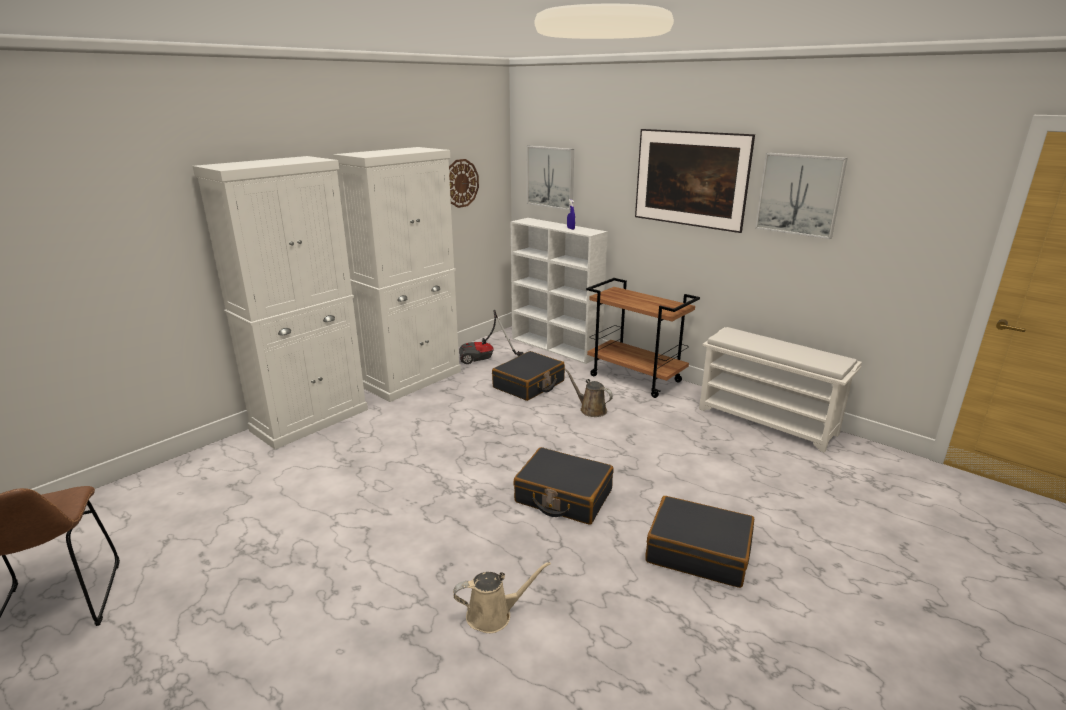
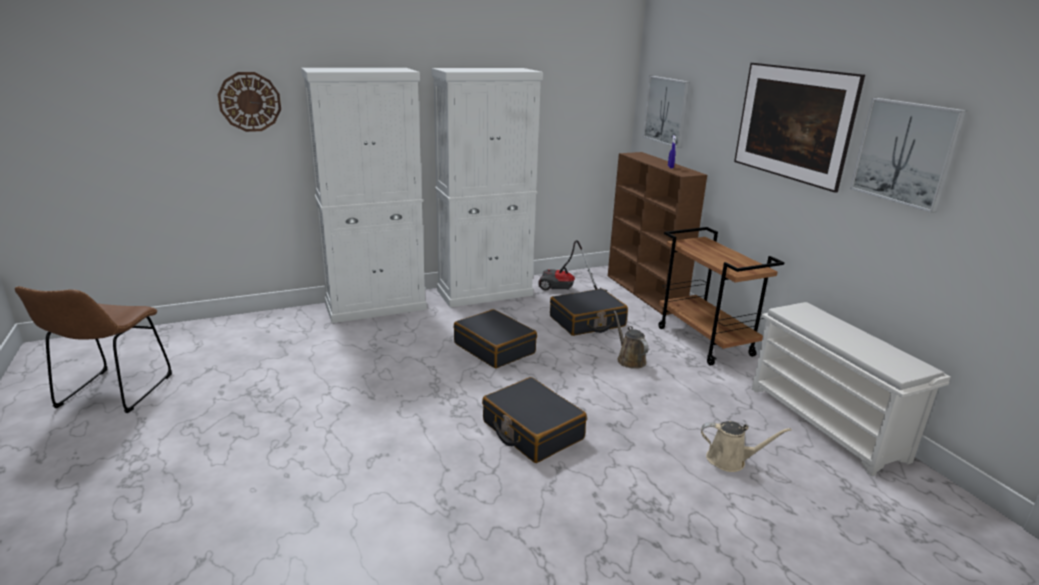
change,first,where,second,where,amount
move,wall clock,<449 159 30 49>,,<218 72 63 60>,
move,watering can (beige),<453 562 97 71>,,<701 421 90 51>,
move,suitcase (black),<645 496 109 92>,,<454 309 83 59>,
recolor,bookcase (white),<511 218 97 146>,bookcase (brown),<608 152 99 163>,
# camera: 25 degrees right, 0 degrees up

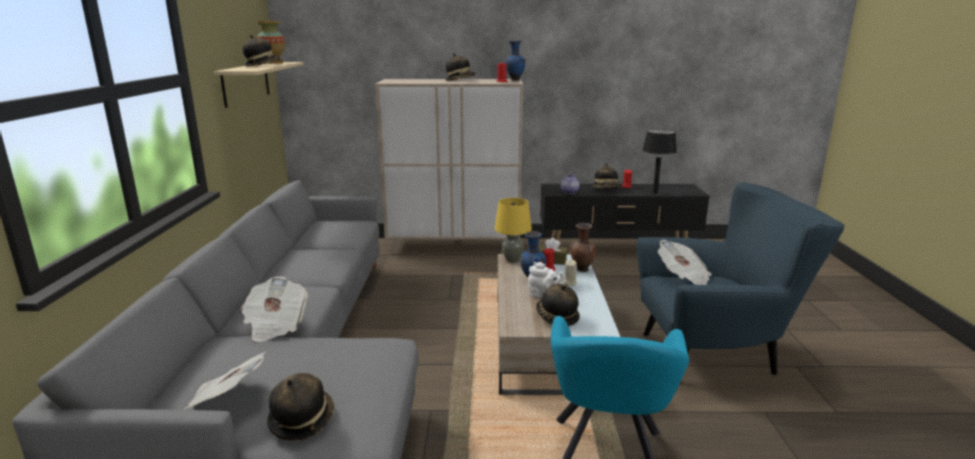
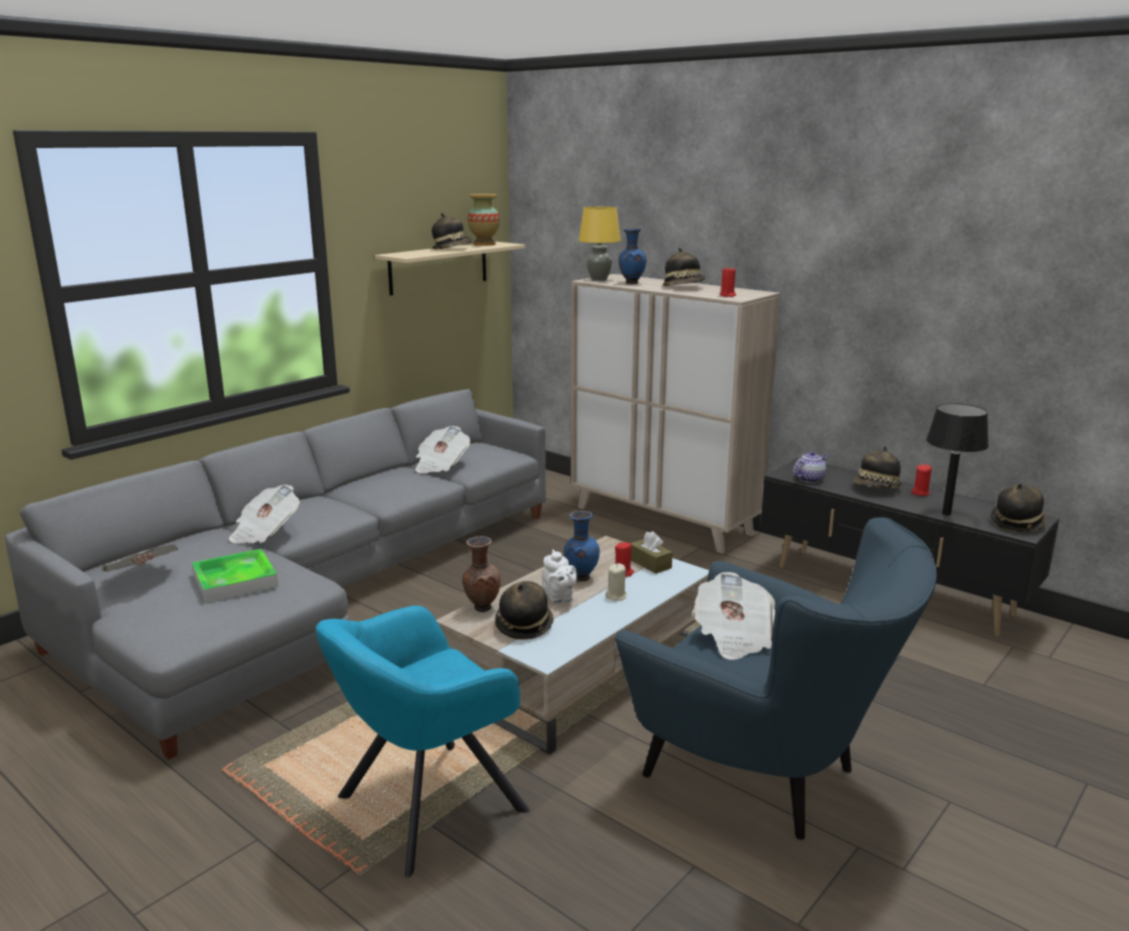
change,first,where,second,where,amount
insert,,,tray,<192 549 86 54>,
insert,,,newspaper,<415 426 55 47>,
move,hat,<267 373 67 68>,,<991 483 57 49>,
move,table lamp (yellow),<495 198 37 65>,,<579 207 42 74>,
move,vase (blue),<505 40 21 41>,,<618 228 28 56>,
move,vase (brown),<570 223 27 49>,,<462 536 39 76>,
# camera: 40 degrees right, 0 degrees up

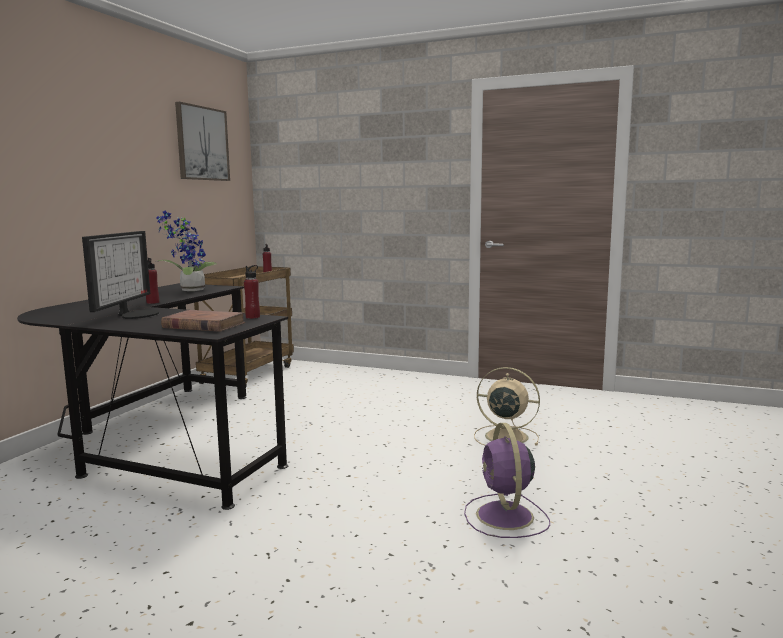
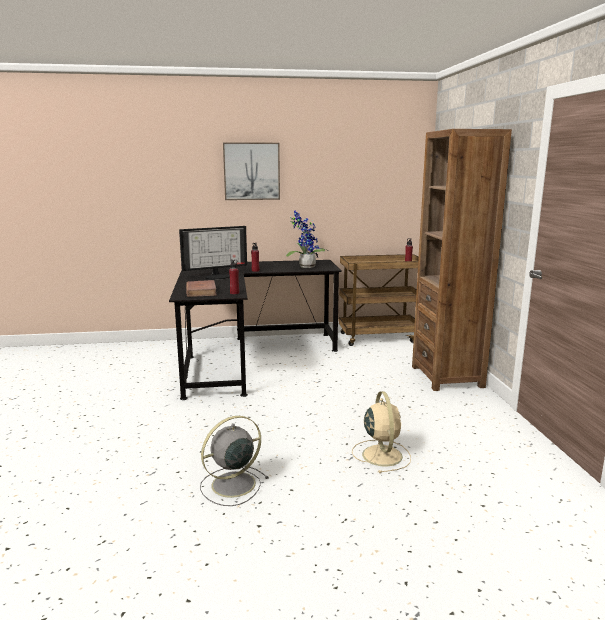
change,first,where,second,where,amount
insert,,,bookcase (brown),<412 129 100 262>,
move,picture,<175 102 55 79>,,<223 142 57 58>,
recolor,fan (purple),<464 423 86 115>,fan (grey),<200 416 69 90>,
# camera: 60 degrees right, 5 degrees up

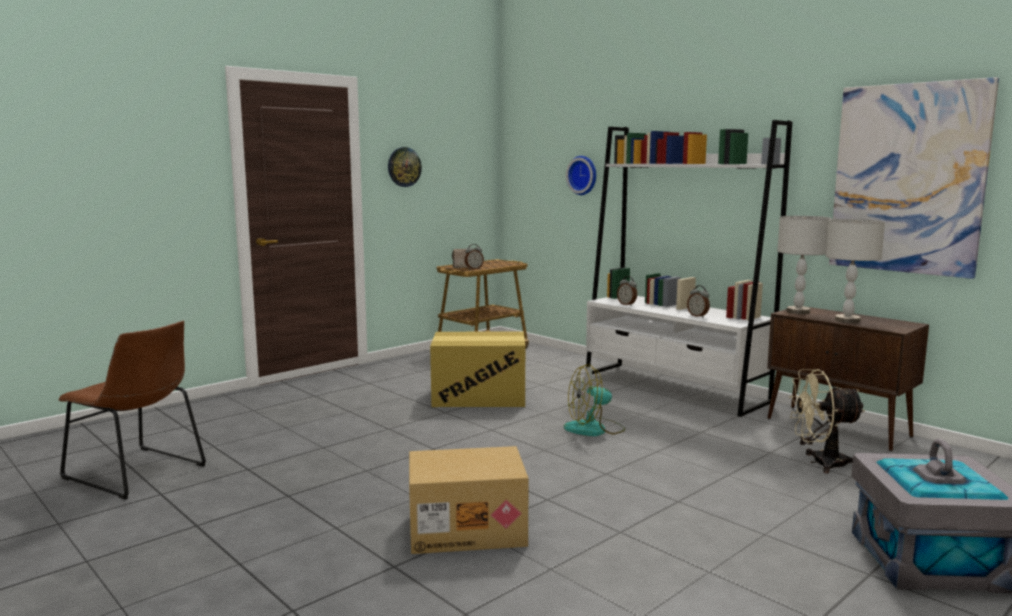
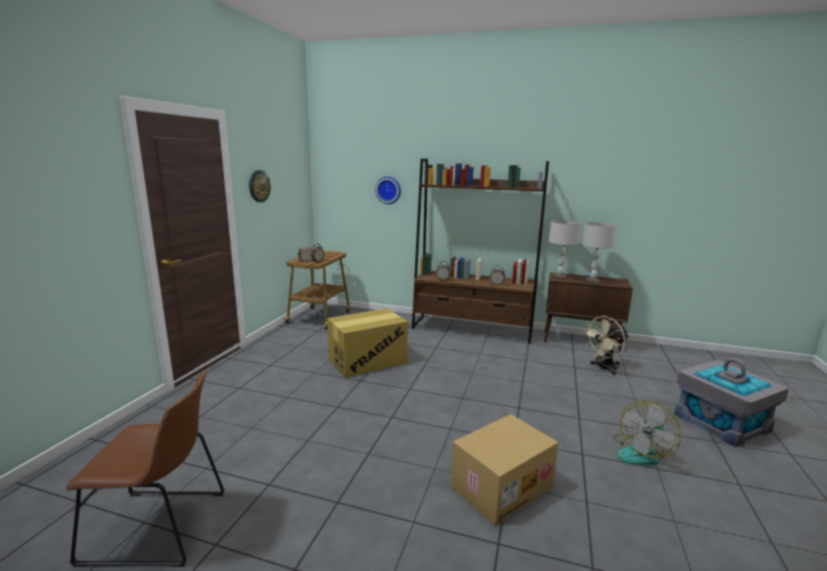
change,first,where,second,where,amount
delete,picture,<829 77 170 202>,,,
move,fan,<564 364 61 72>,,<613 400 68 66>,
recolor,bookcase (white),<586 120 206 297>,bookcase (brown),<412 159 137 185>,
# camera: 30 degrees left, 5 degrees up

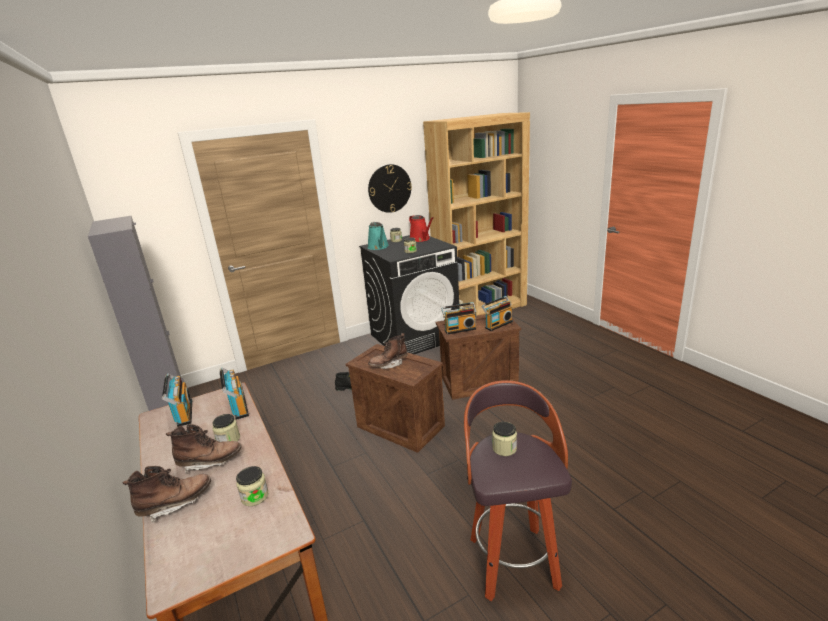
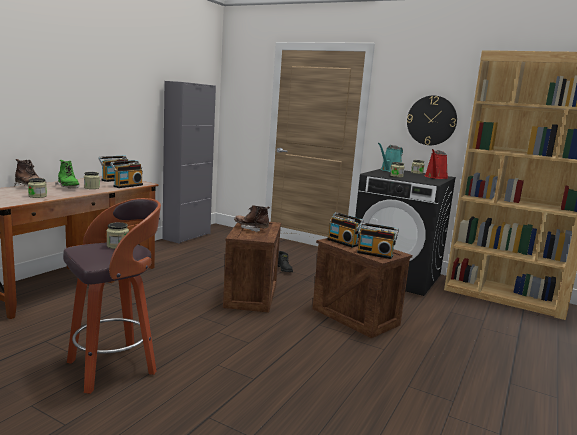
change,first,where,second,where,amount
recolor,boot (brown),<166 424 76 51>,boot (green),<55 160 24 28>,
# camera: 55 degrees right, 10 degrees down

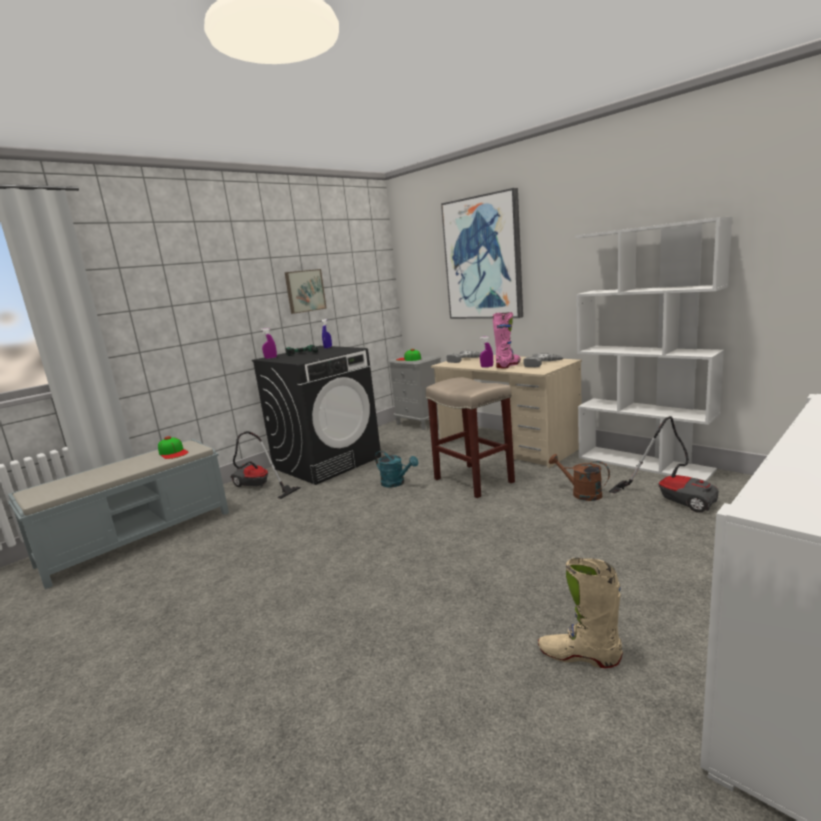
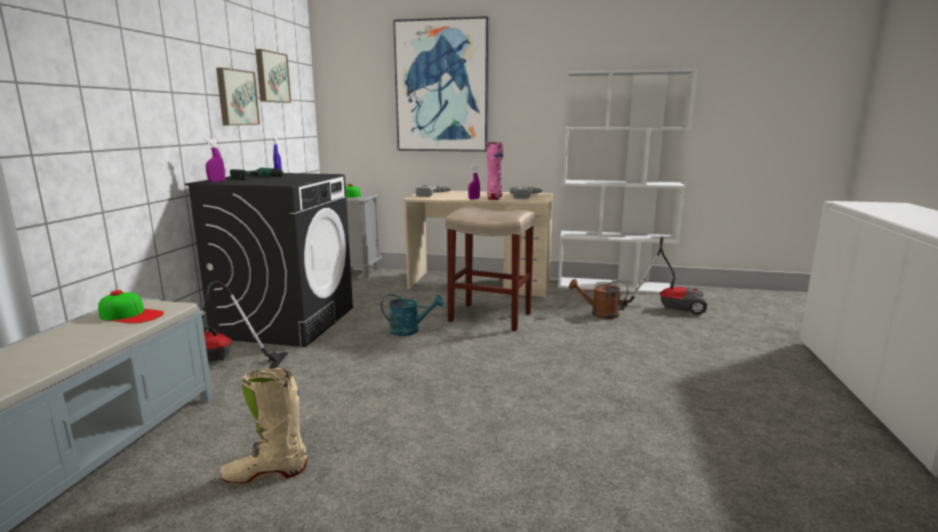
change,first,where,second,where,amount
insert,,,picture,<256 49 35 54>,
move,boot (beige),<538 558 85 110>,,<219 368 88 117>,
# camera: 35 degrees left, 0 degrees up

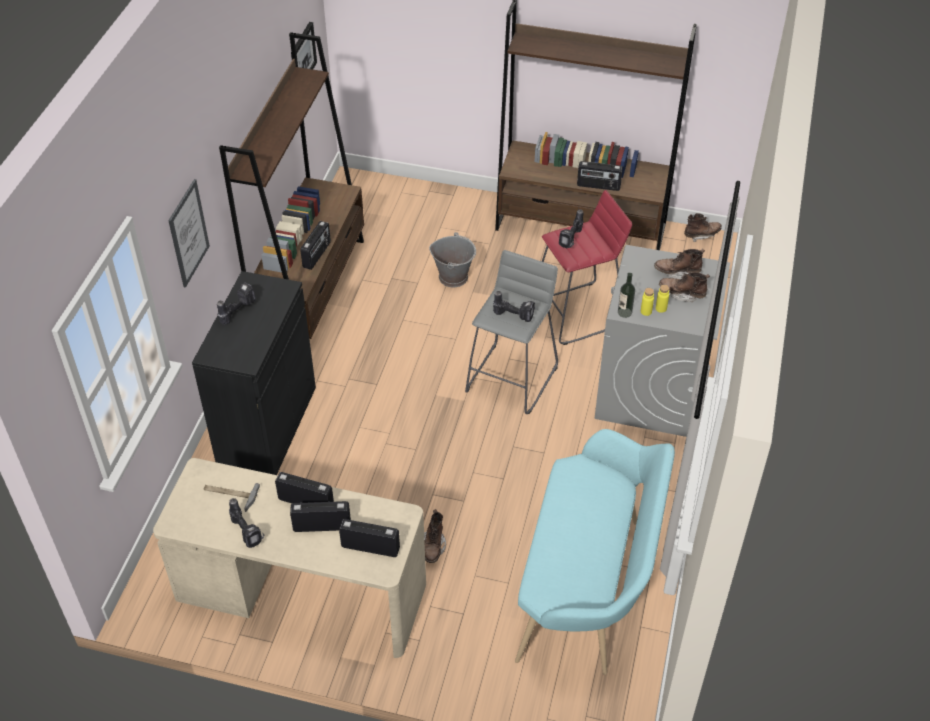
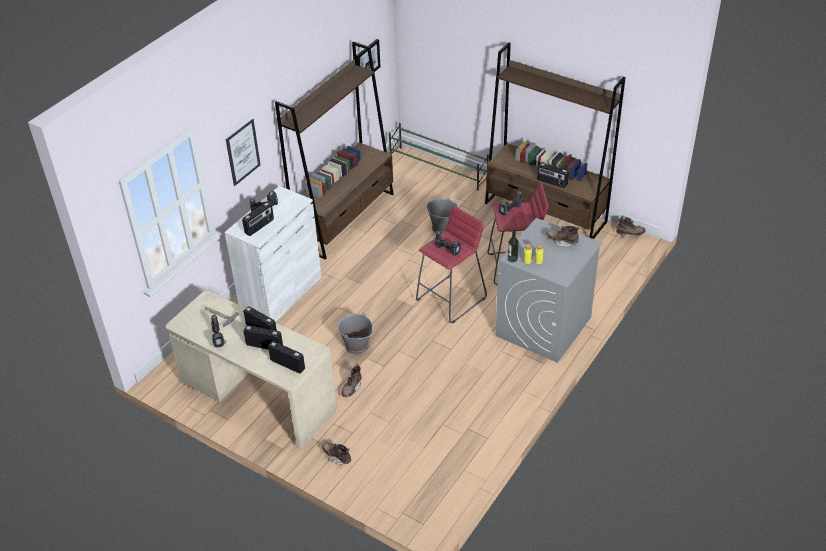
change,first,where,second,where,amount
delete,bench (turquoise),<515 429 160 246>,,,
insert,,,bucket (grey),<337 313 36 42>,
insert,,,shoe rack (green),<389 123 100 67>,
move,radio,<300 221 31 49>,,<242 202 32 34>,
move,boot (brown),<659 272 51 31>,,<322 443 29 22>,
recolor,cabinet (black),<192 271 124 204>,cabinet (white),<224 186 98 136>,
recolor,stool (grey),<465 250 93 164>,stool (red),<416 206 71 117>,
# camera: 20 degrees right, 5 degrees down

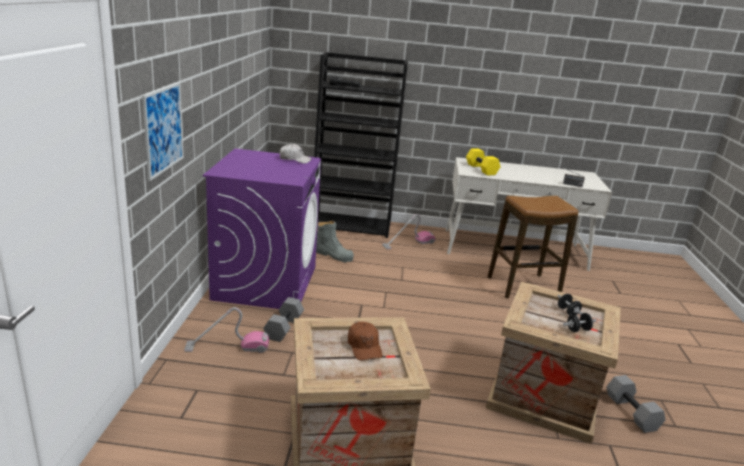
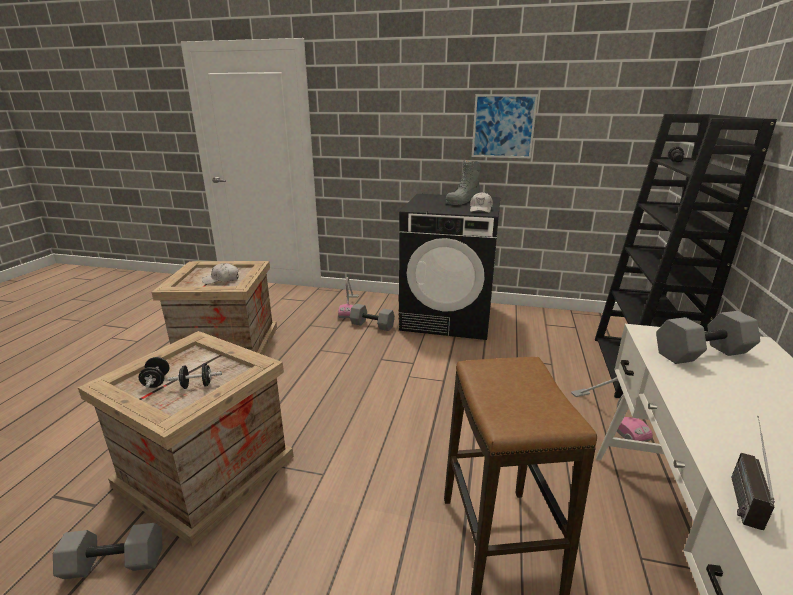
change,first,where,second,where,amount
move,picture,<142 82 42 99>,,<472 94 66 64>,
move,boot (grey),<316 220 38 42>,,<446 160 35 45>,
recolor,washing machine (purple),<203 148 118 161>,washing machine (black),<399 194 101 146>,
recolor,cap (brown),<348 322 35 38>,cap (white),<202 263 36 21>,
recolor,dumbbell (yellow),<466 148 35 27>,dumbbell (grey),<656 311 104 53>,
# camera: 100 degrees right, 0 degrees up

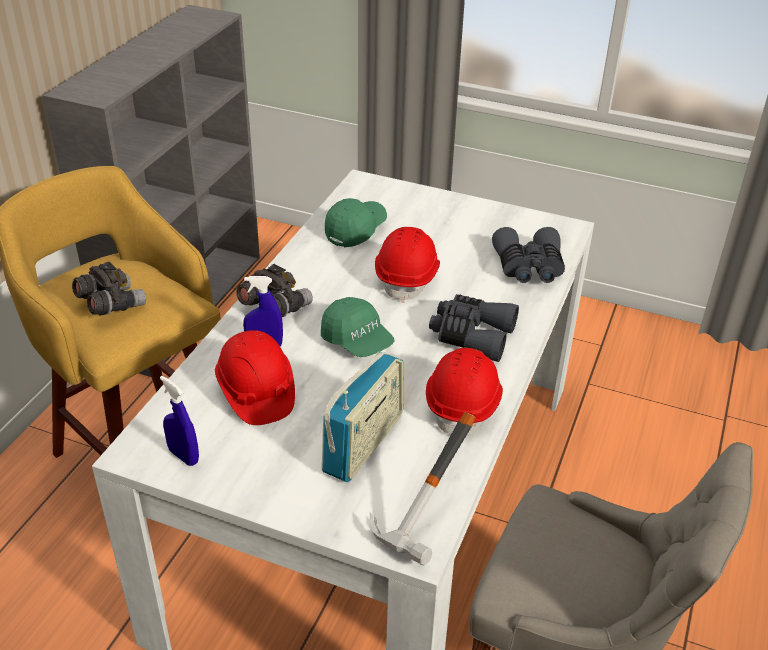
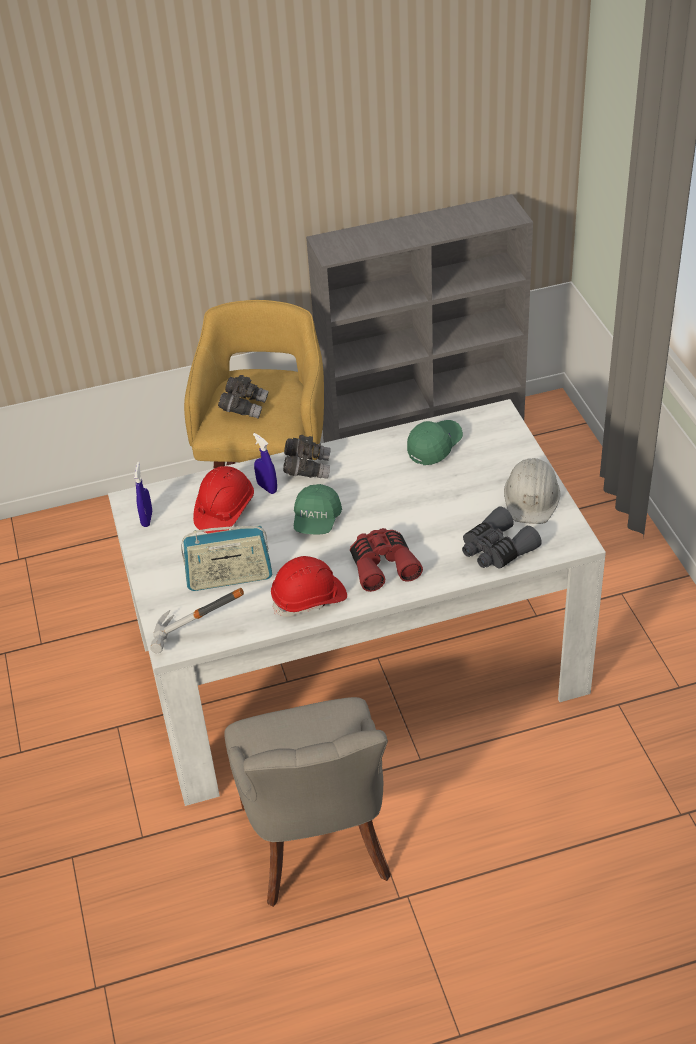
change,first,where,second,where,amount
delete,hard hat (red),<375 227 65 76>,,,
insert,,,hard hat (white),<504 458 56 66>,
recolor,binoculars (grey),<429 294 90 68>,binoculars (red),<350 528 73 64>,
rotate,cap (green),<325 198 62 49>,,<407 420 56 45>,45 degrees counterclockwise
# camera: 55 degrees right, 5 degrees up

